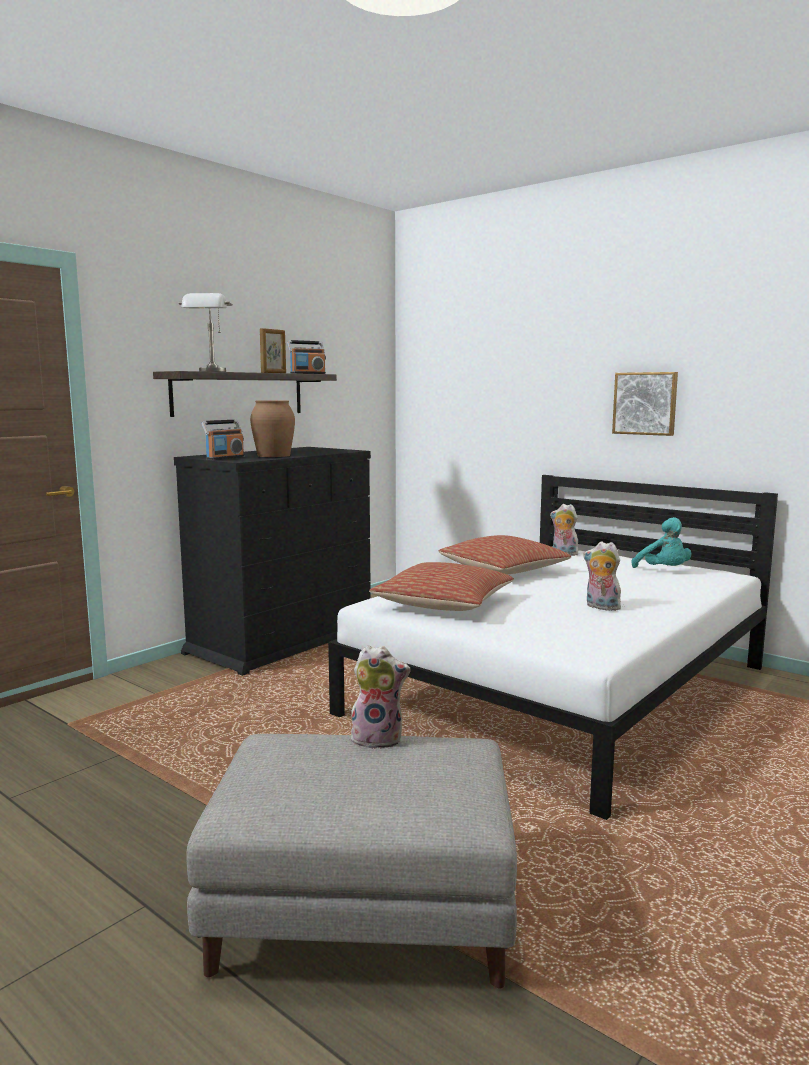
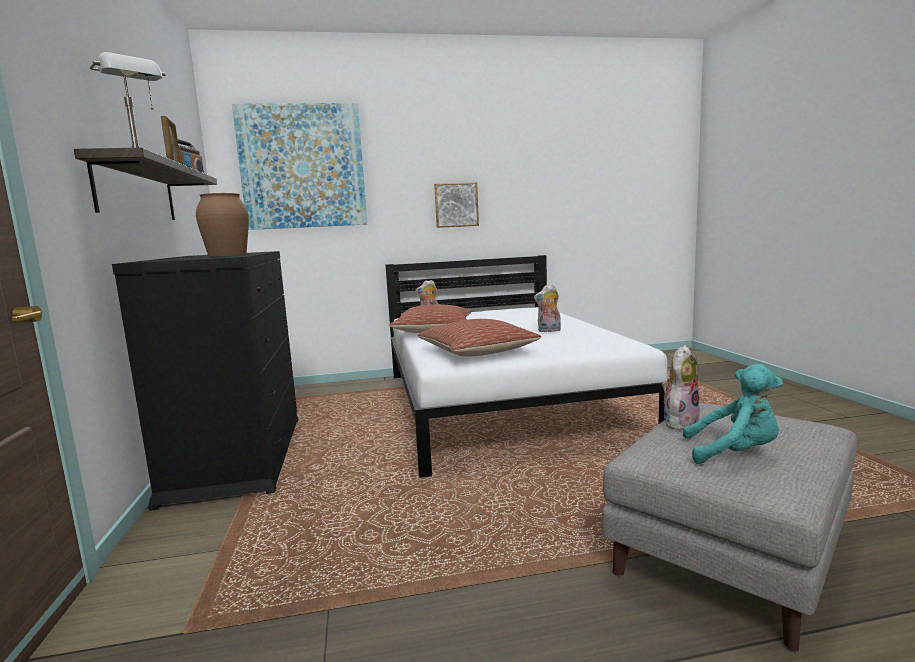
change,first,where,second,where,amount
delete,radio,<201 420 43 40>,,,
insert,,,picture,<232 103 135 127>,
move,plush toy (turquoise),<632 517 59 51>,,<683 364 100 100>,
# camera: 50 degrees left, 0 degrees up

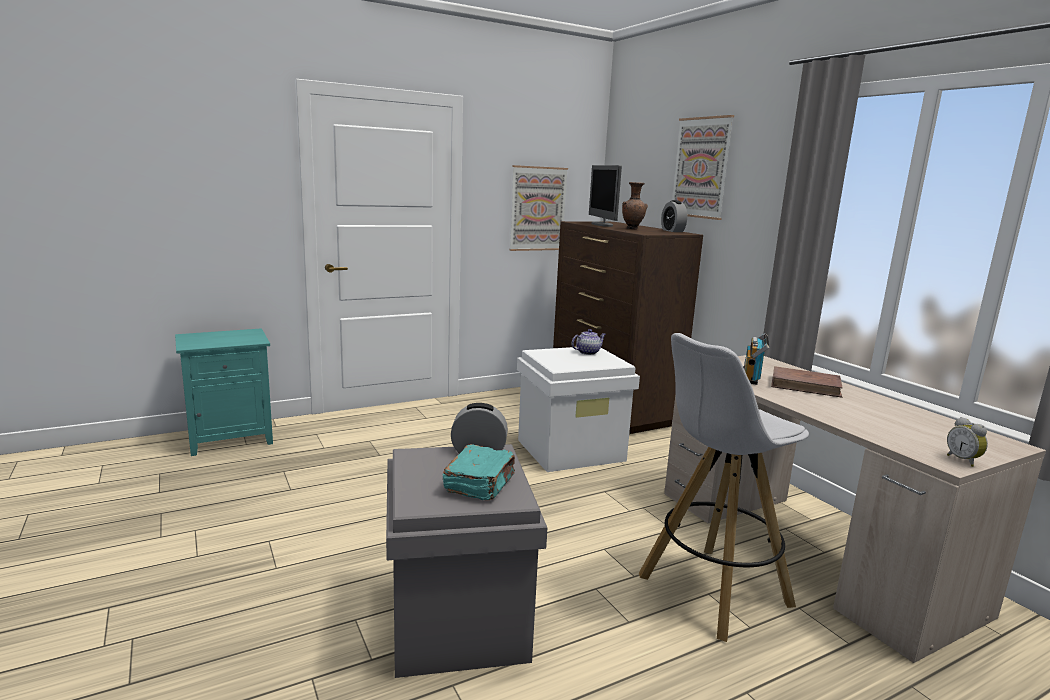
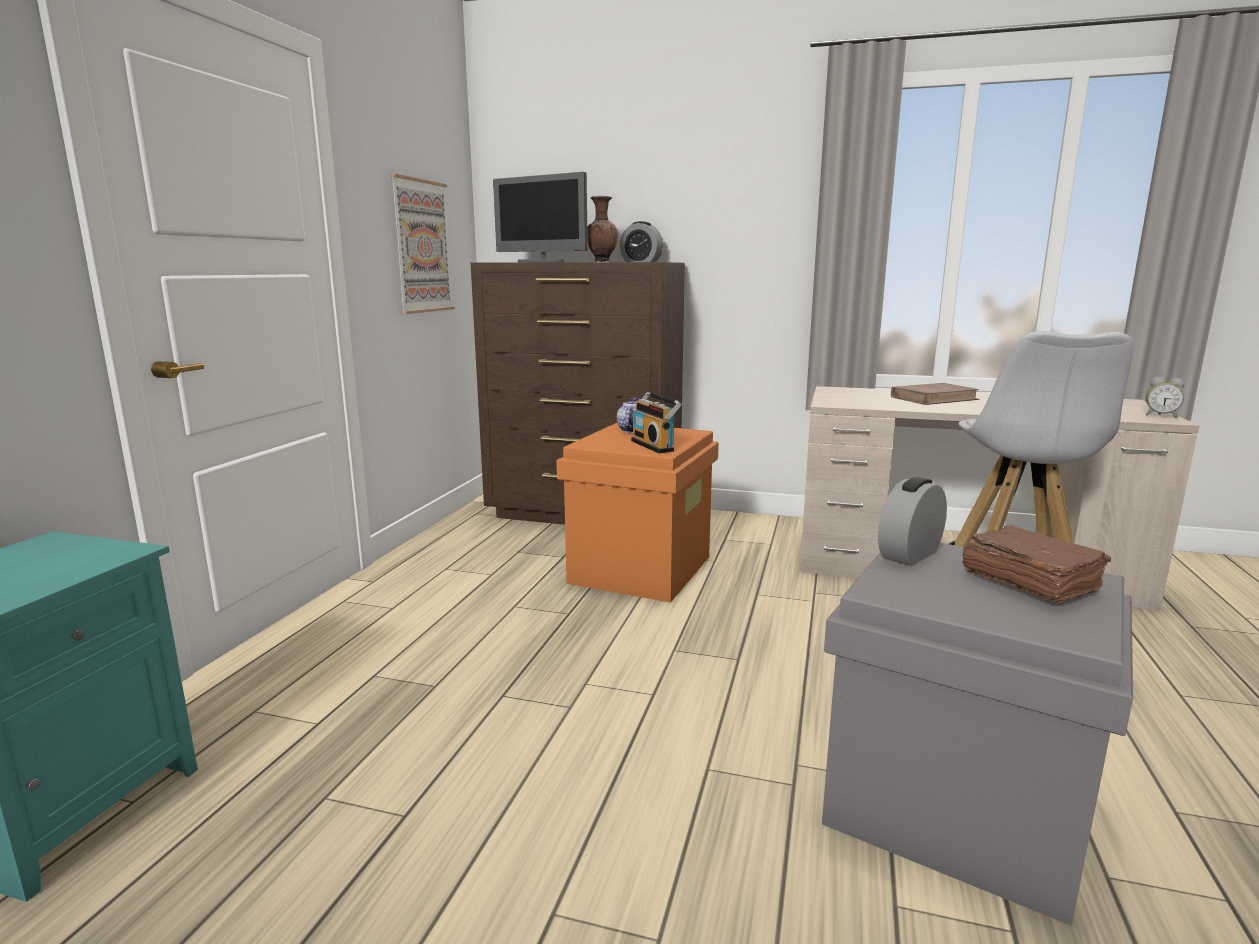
change,first,where,second,where,amount
delete,picture,<672 115 62 105>,,,
move,radio,<743 333 26 52>,,<631 392 51 61>,
recolor,book (turquoise),<443 444 72 56>,book (brown),<962 525 149 78>,
recolor,storage box (white),<517 347 123 125>,storage box (orange),<556 423 163 180>,
# camera: 45 degrees left, 0 degrees up

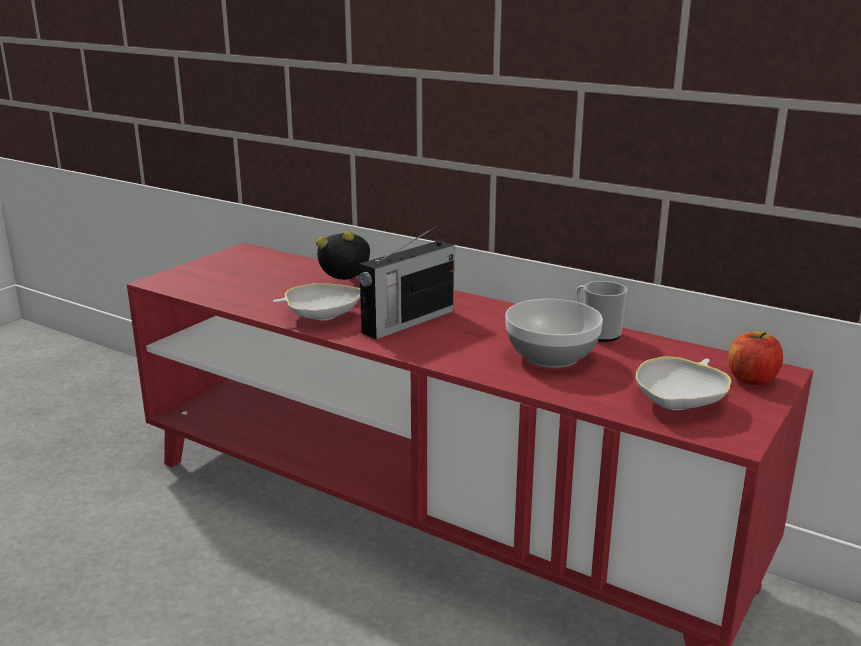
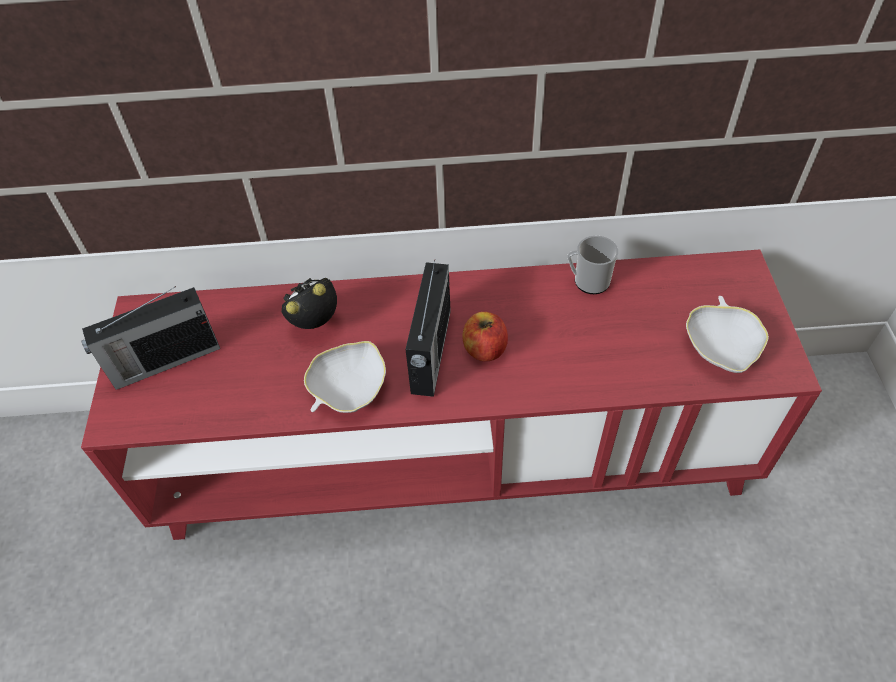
change,first,where,second,where,amount
delete,bowl,<505 299 98 69>,,,
insert,,,radio,<82 286 138 104>,
move,apple,<728 331 55 54>,,<462 312 46 49>,
# camera: 35 degrees left, 30 degrees up

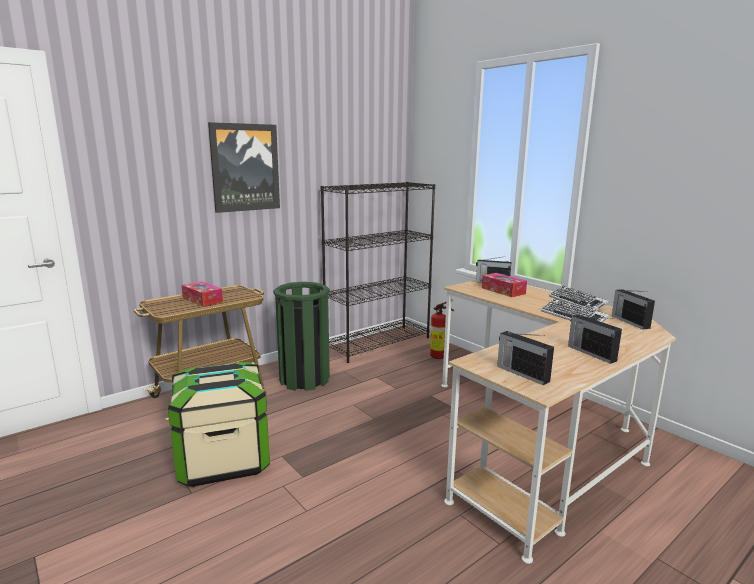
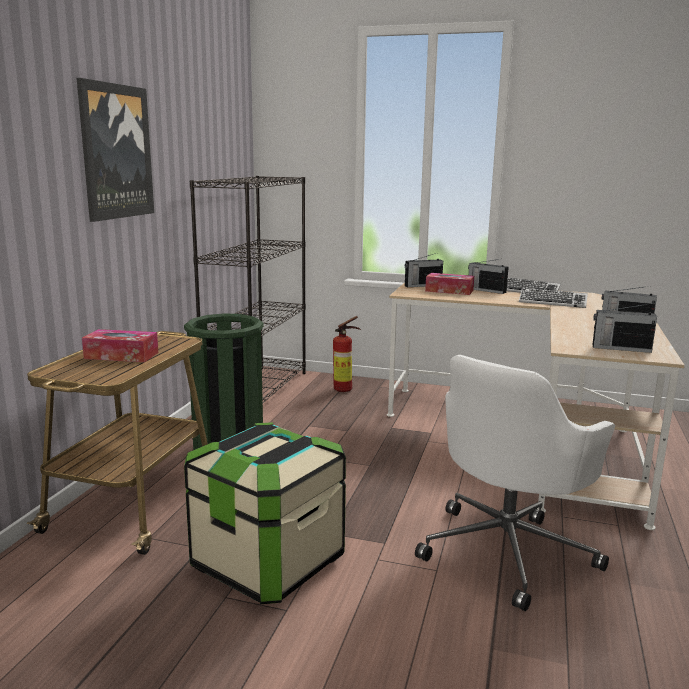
change,first,where,second,where,amount
insert,,,office chair (white),<415 355 200 256>,
move,radio,<612 289 43 40>,,<468 259 41 35>,
# camera: 35 degrees left, 0 degrees up

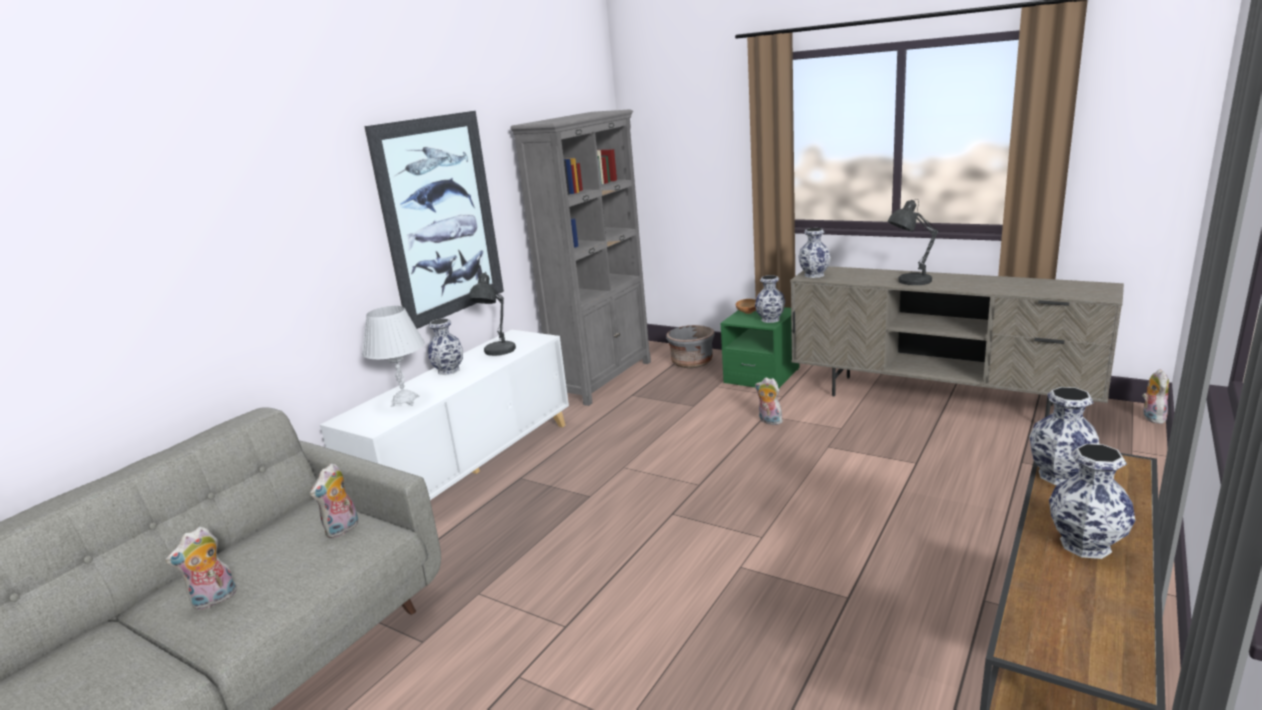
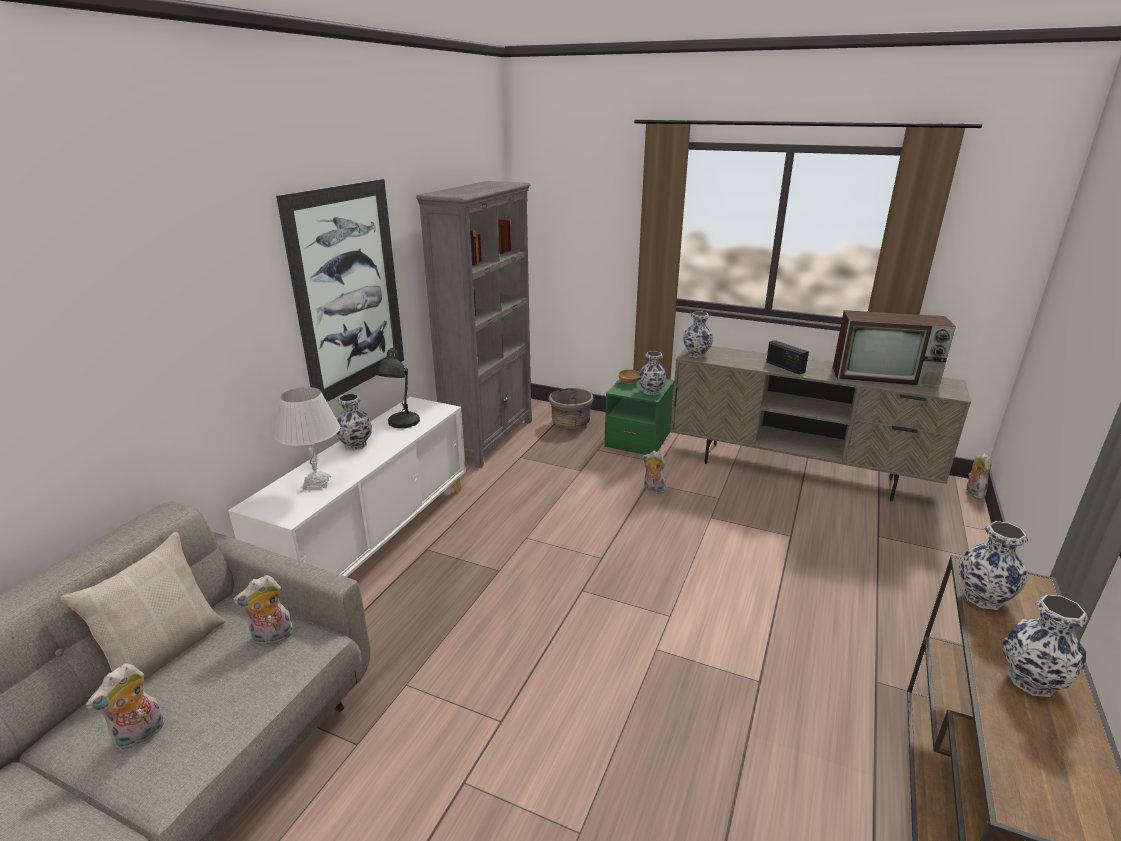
change,first,where,second,where,amount
insert,,,pillow (beige),<61 532 164 148>,
insert,,,television,<833 310 123 78>,
replace,table lamp (grey),<888 199 50 86>,radio,<766 340 43 35>,
rotate,plush toy,<310 463 49 75>,,<233 575 61 71>,45 degrees clockwise
# camera: 10 degrees left, 5 degrees up

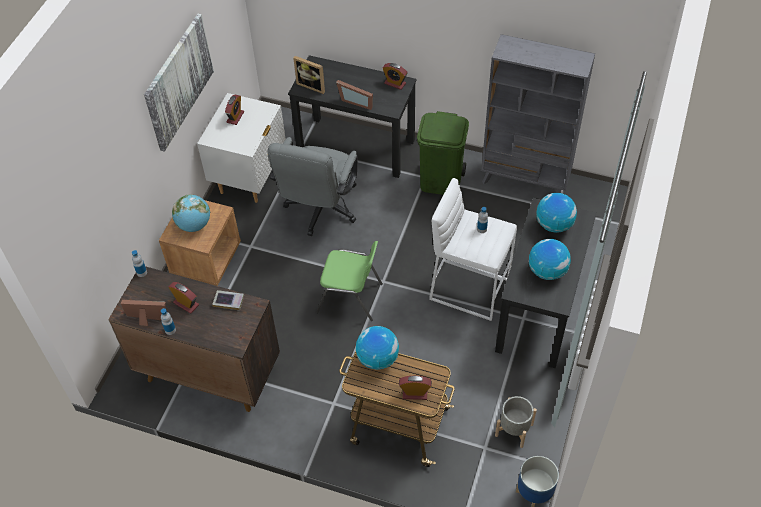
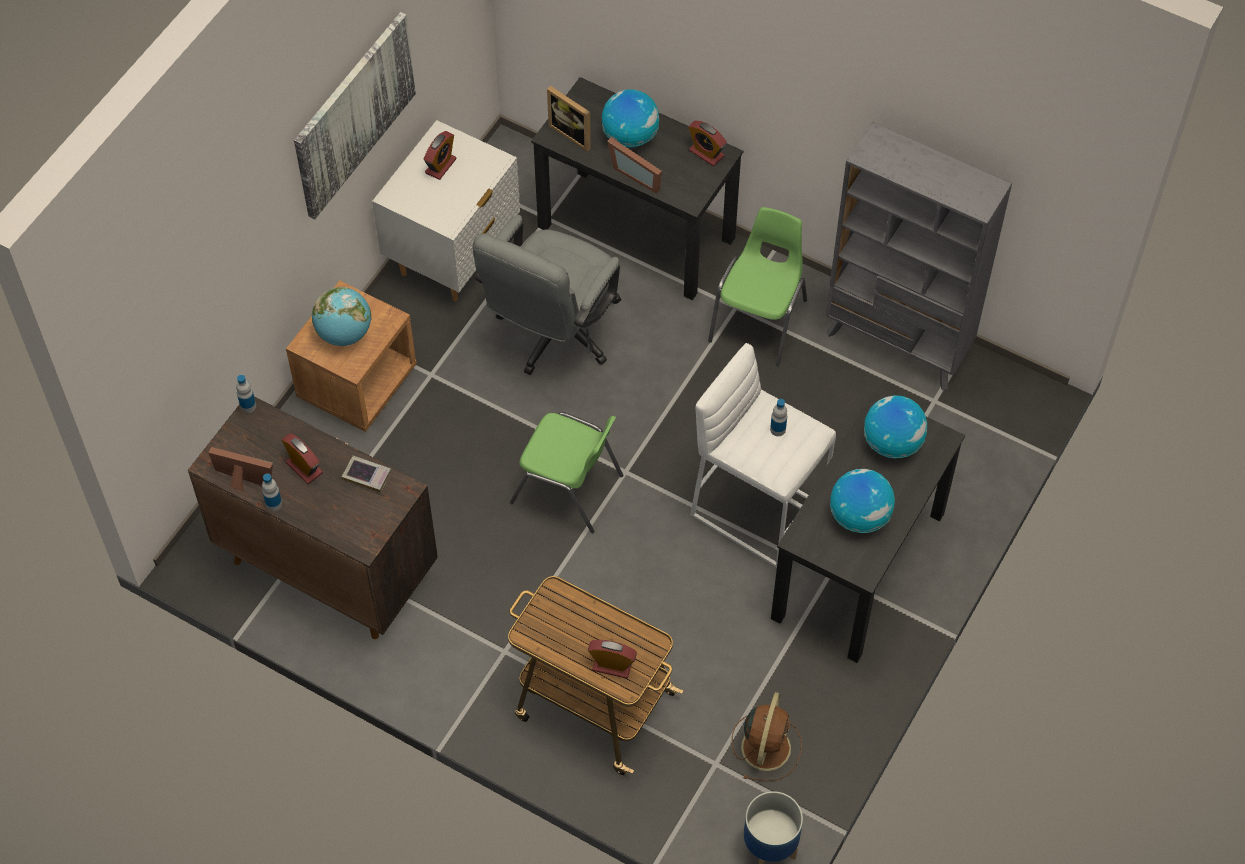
change,first,where,second,where,amount
move,globe,<356 326 43 44>,,<602 89 57 59>,
replace,trash can (green),<417 111 52 84>,chair (green),<708 207 99 159>,
replace,planter (grey),<495 396 42 52>,fan (brown),<732 692 70 89>,
# camera: 10 degrees right, 5 degrees up

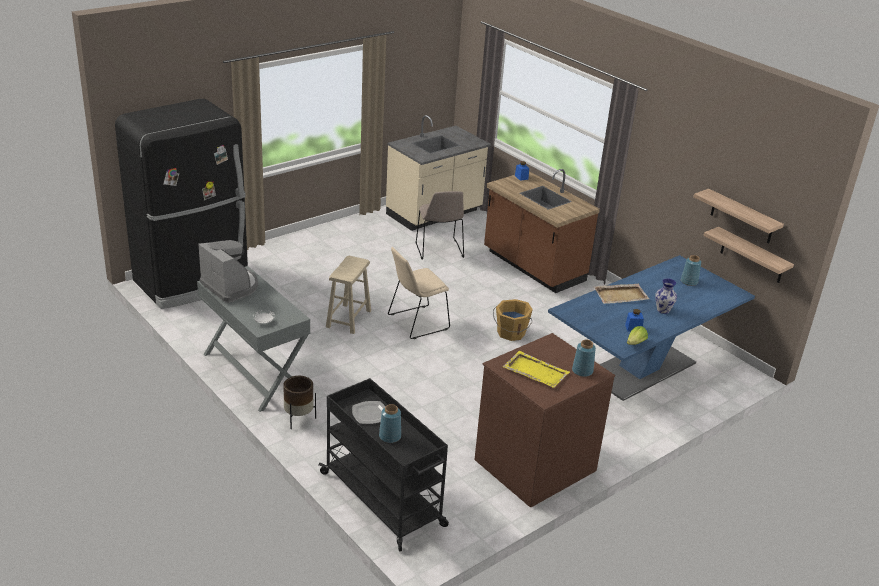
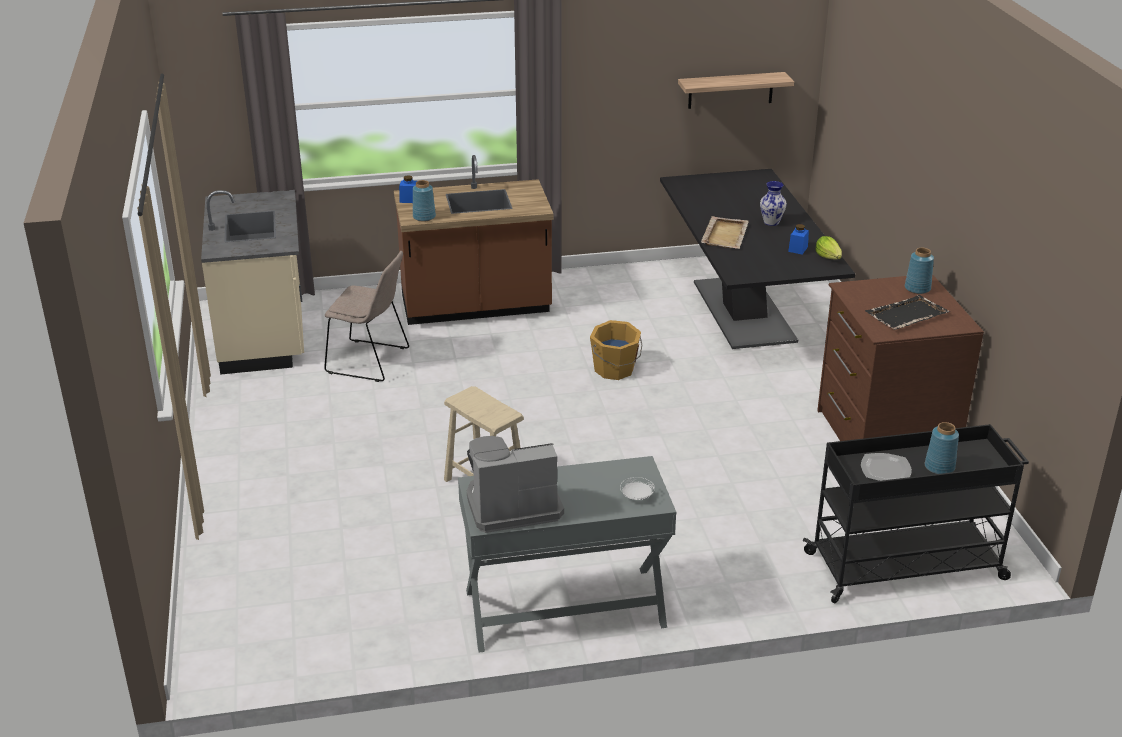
change,first,where,second,where,amount
delete,fridge (black),<115 99 133 210>,,,
delete,planter (brown),<283 376 33 53>,,,
delete,chair (beige),<388 247 62 92>,,,
delete,shelf,<703 227 91 56>,,,
move,vase (blue),<681 255 20 31>,,<413 180 23 42>,
recolor,tray (yellow),<502 351 68 37>,tray (black),<865 295 85 35>,
recolor,dining table (blue),<548 255 207 146>,dining table (black),<660 169 195 180>,
# camera: 60 degrees left, 0 degrees up

